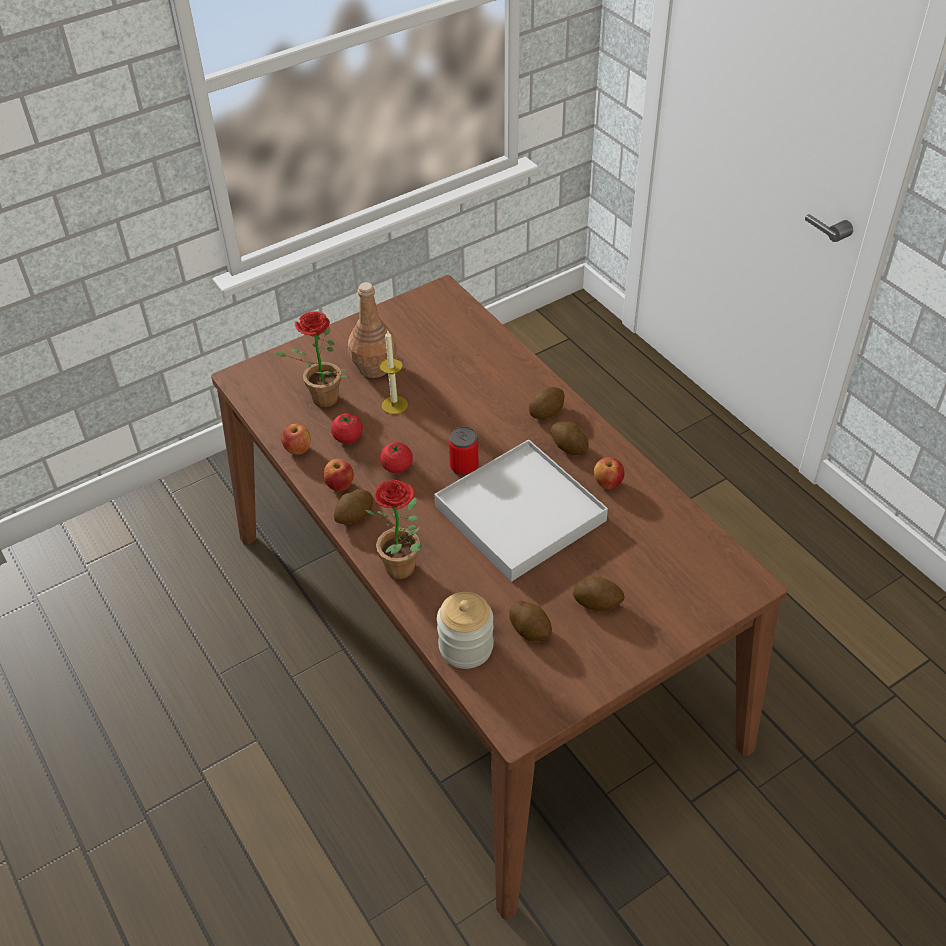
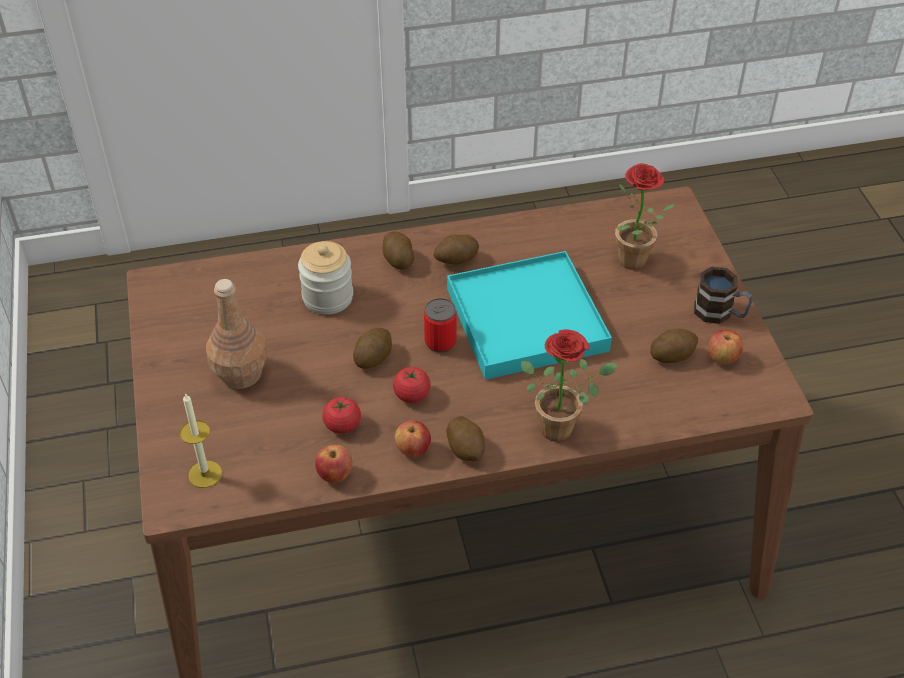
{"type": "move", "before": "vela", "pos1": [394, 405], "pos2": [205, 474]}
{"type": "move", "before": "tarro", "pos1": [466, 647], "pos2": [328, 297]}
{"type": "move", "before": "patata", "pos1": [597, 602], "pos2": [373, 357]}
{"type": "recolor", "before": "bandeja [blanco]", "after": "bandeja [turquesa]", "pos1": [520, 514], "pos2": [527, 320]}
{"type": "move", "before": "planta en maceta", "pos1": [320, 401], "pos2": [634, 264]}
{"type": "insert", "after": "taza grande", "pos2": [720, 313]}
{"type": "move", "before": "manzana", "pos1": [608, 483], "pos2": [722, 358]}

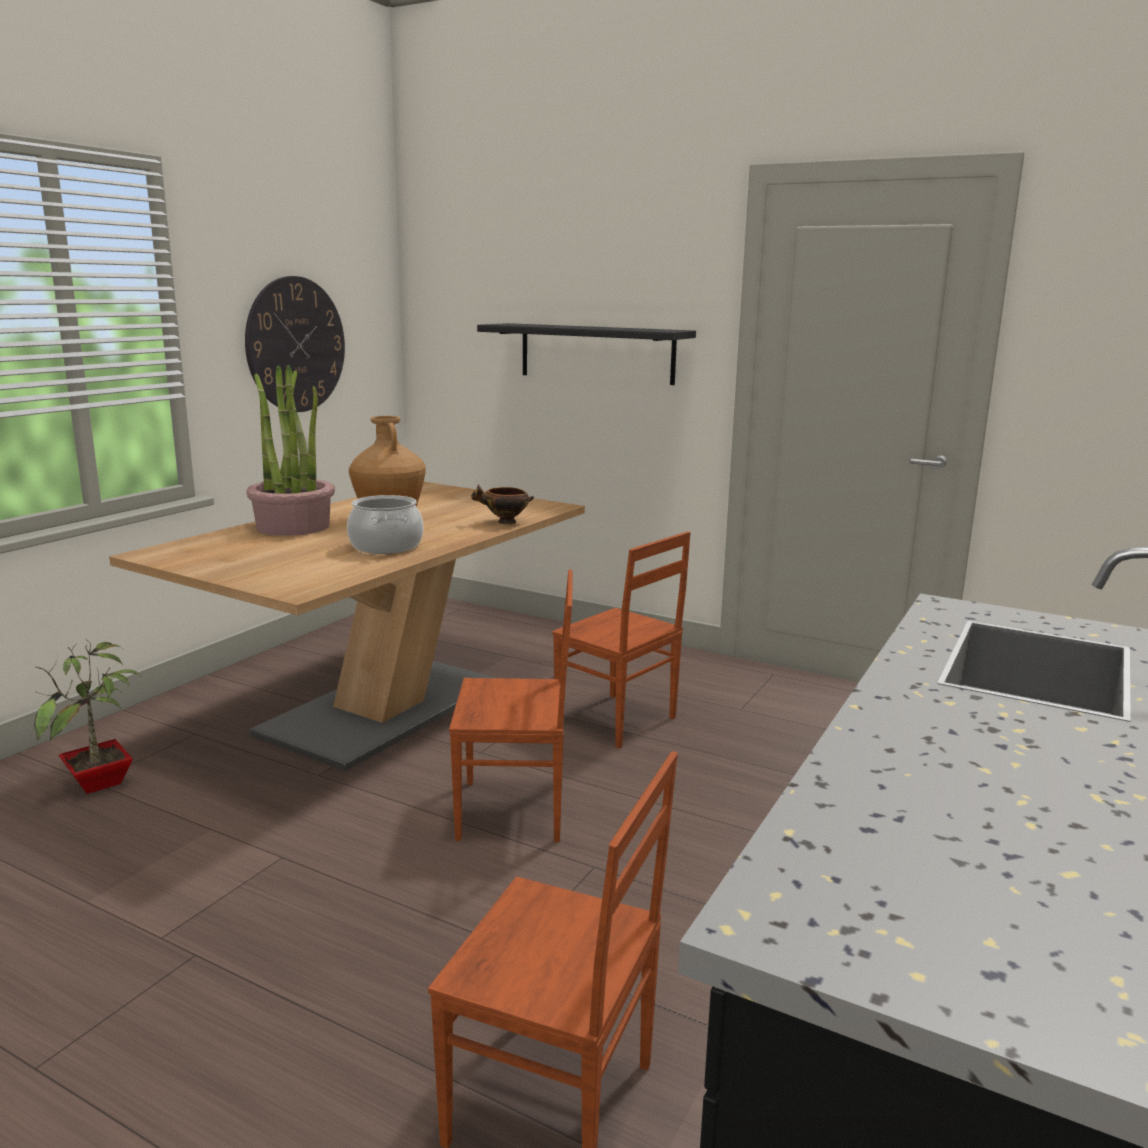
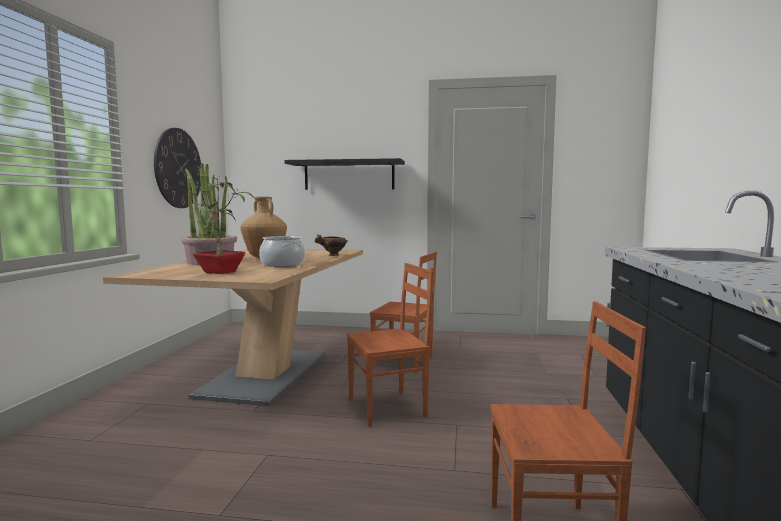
{"type": "move", "before": "planta en maceta", "pos1": [100, 784], "pos2": [221, 272]}

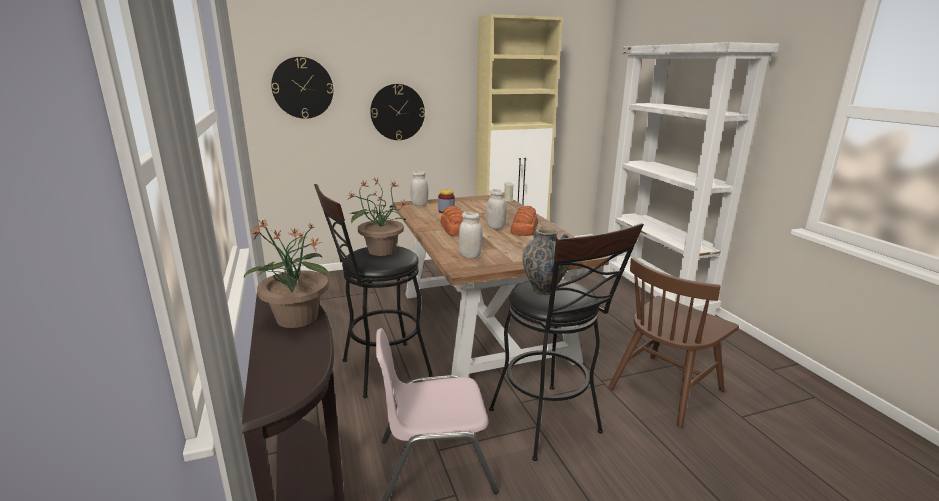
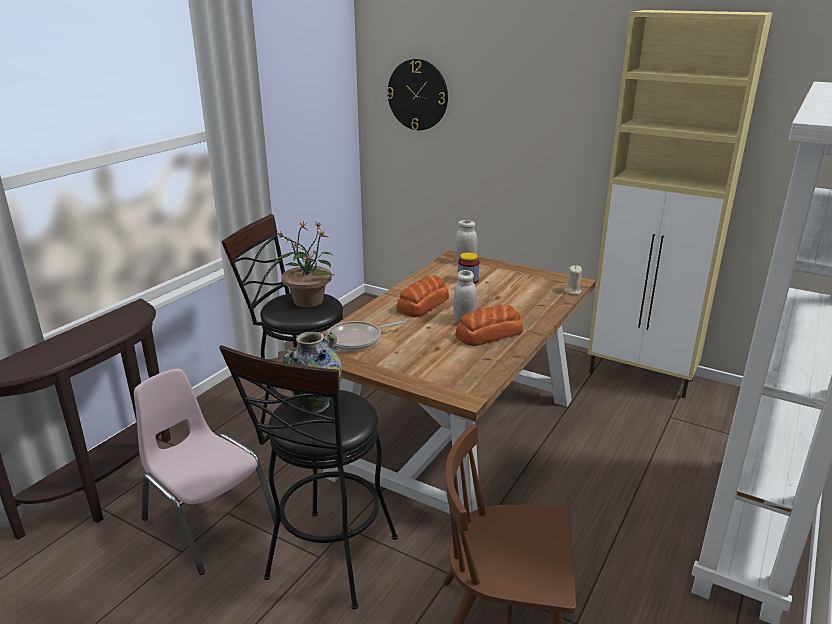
{"type": "replace", "before": "tarro [blanco]", "after": "sartén", "pos1": [470, 256], "pos2": [357, 339]}
{"type": "delete", "before": "planta en maceta", "pos1": [297, 319]}
{"type": "delete", "before": "reloj de pared", "pos1": [397, 112]}

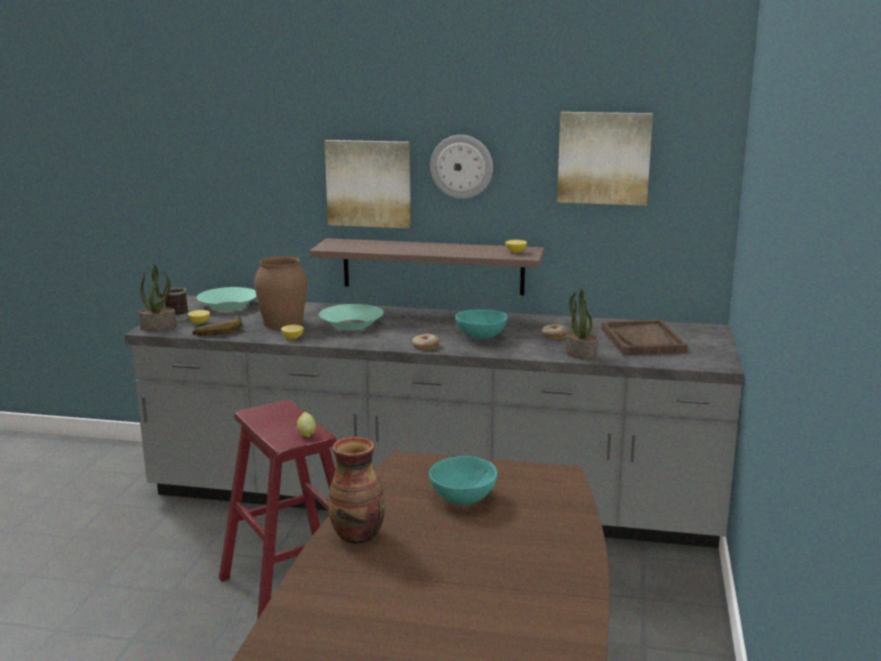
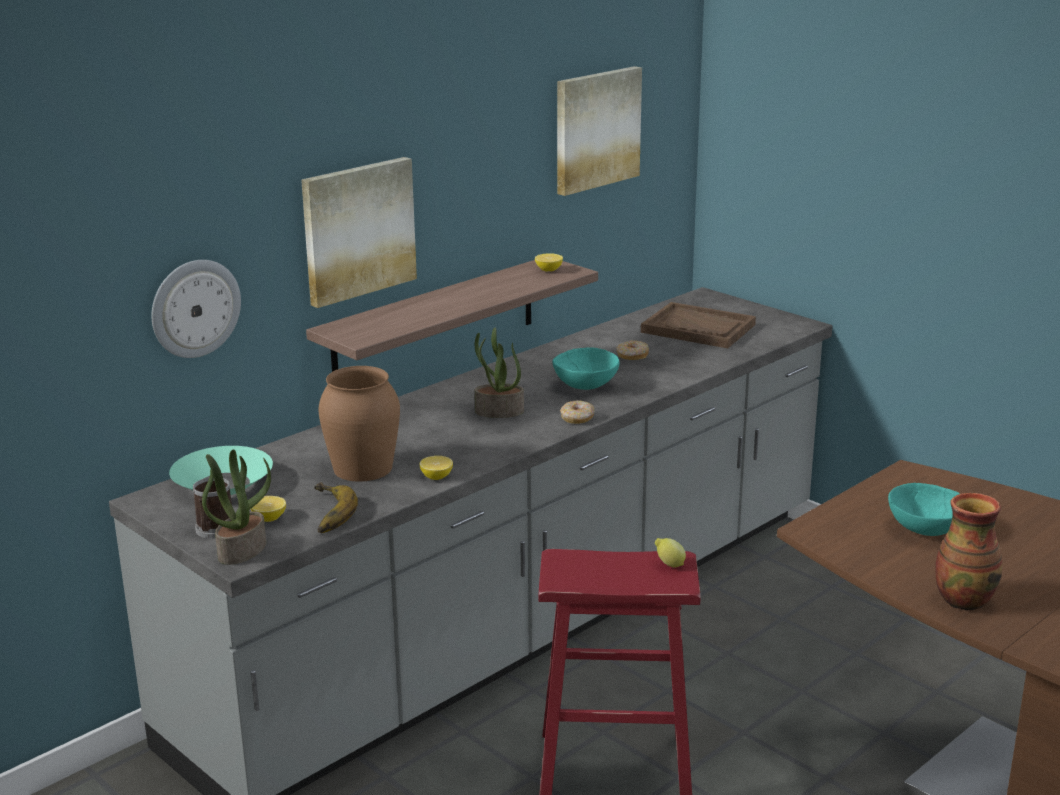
{"type": "move", "before": "reloj de pared", "pos1": [461, 166], "pos2": [195, 308]}
{"type": "move", "before": "planta en maceta", "pos1": [580, 354], "pos2": [498, 412]}
{"type": "delete", "before": "cuenco [turquesa]", "pos1": [351, 324]}

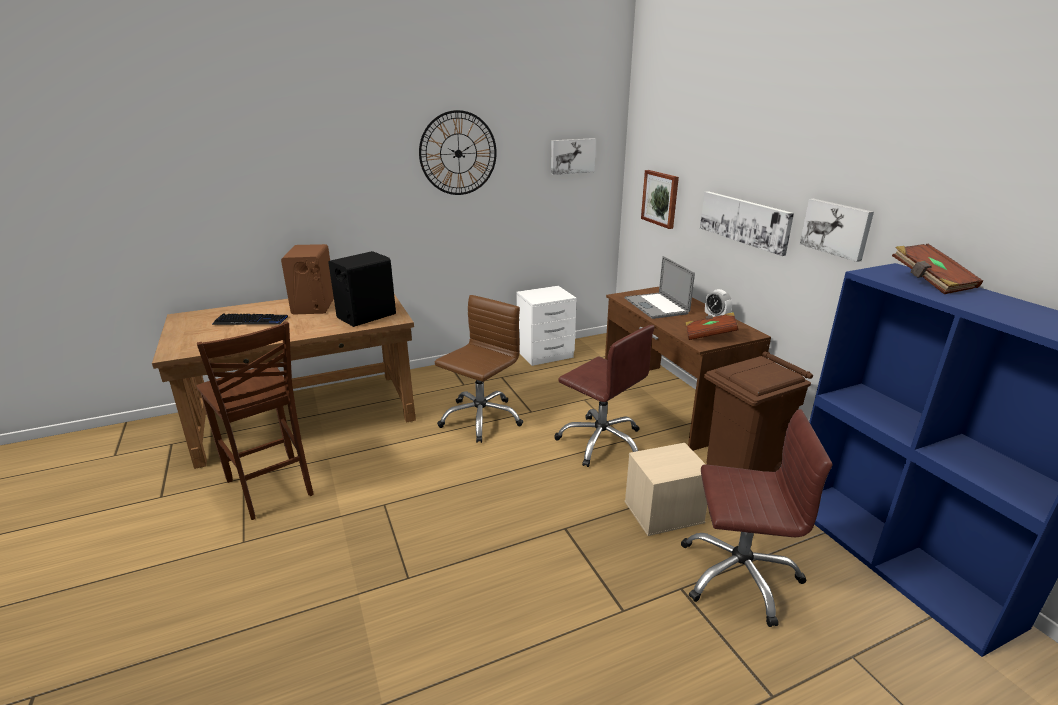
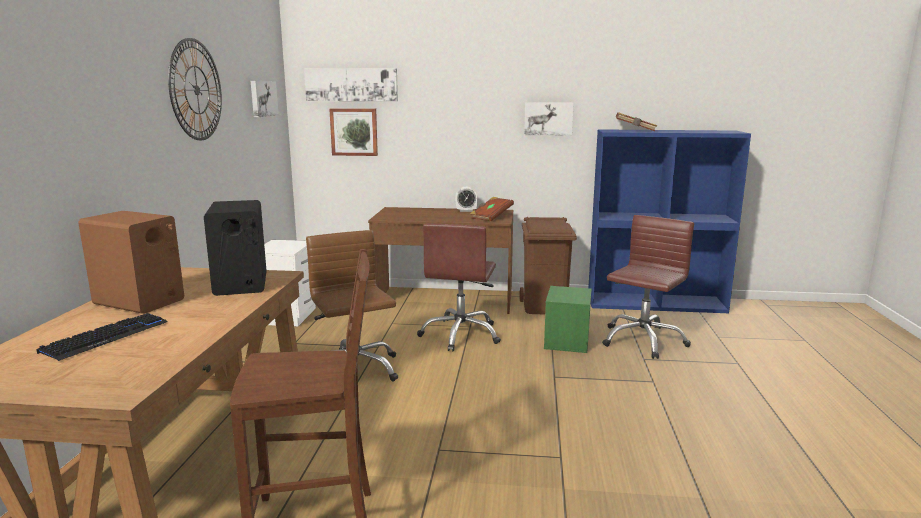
{"type": "move", "before": "cuadro", "pos1": [744, 221], "pos2": [351, 85]}
{"type": "rotate", "before": "silla de oficina [marrón]", "pos1": [601, 442], "pos2": [461, 335], "turn": 120}
{"type": "recolor", "before": "caja de almacenaje [beis]", "after": "caja de almacenaje [verde]", "pos1": [663, 513], "pos2": [567, 341]}
{"type": "delete", "before": "portátil", "pos1": [656, 306]}

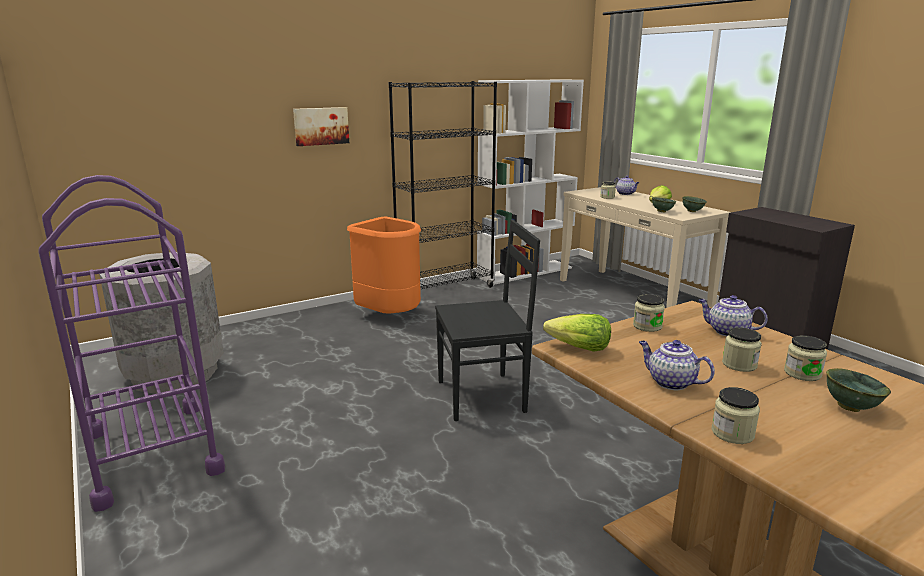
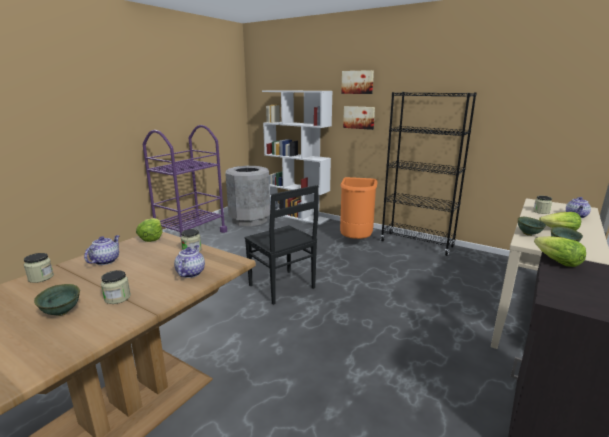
{"type": "move", "before": "estantería [blanco]", "pos1": [525, 272], "pos2": [297, 216]}
{"type": "insert", "after": "cuadro", "pos2": [357, 82]}
{"type": "insert", "after": "lechuga", "pos2": [556, 261]}
{"type": "delete", "before": "tarro", "pos1": [739, 364]}

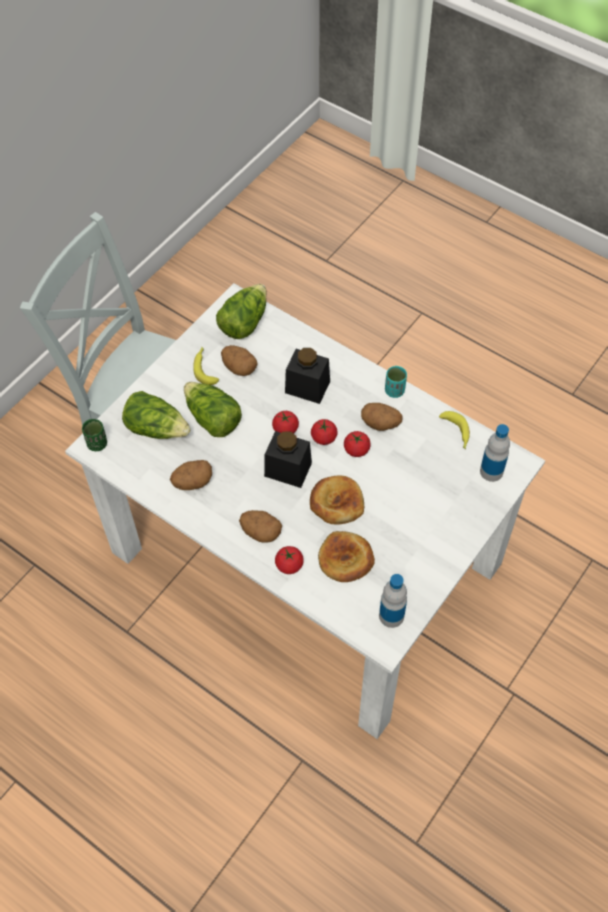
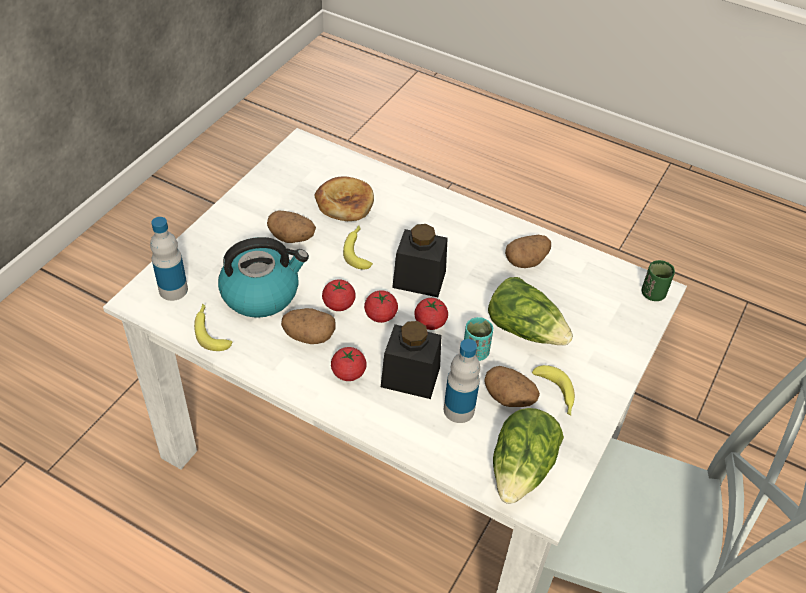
{"type": "insert", "after": "hervidor", "pos2": [261, 293]}
{"type": "move", "before": "patata", "pos1": [261, 532], "pos2": [292, 237]}
{"type": "move", "before": "tomate", "pos1": [289, 565], "pos2": [348, 373]}
{"type": "replace", "before": "pan", "after": "plátano", "pos1": [336, 502], "pos2": [358, 250]}
{"type": "move", "before": "botella", "pos1": [391, 616], "pos2": [459, 410]}
{"type": "move", "before": "taza [turquesa]", "pos1": [394, 391], "pos2": [475, 352]}
{"type": "delete", "before": "lechuga", "pos1": [157, 428]}

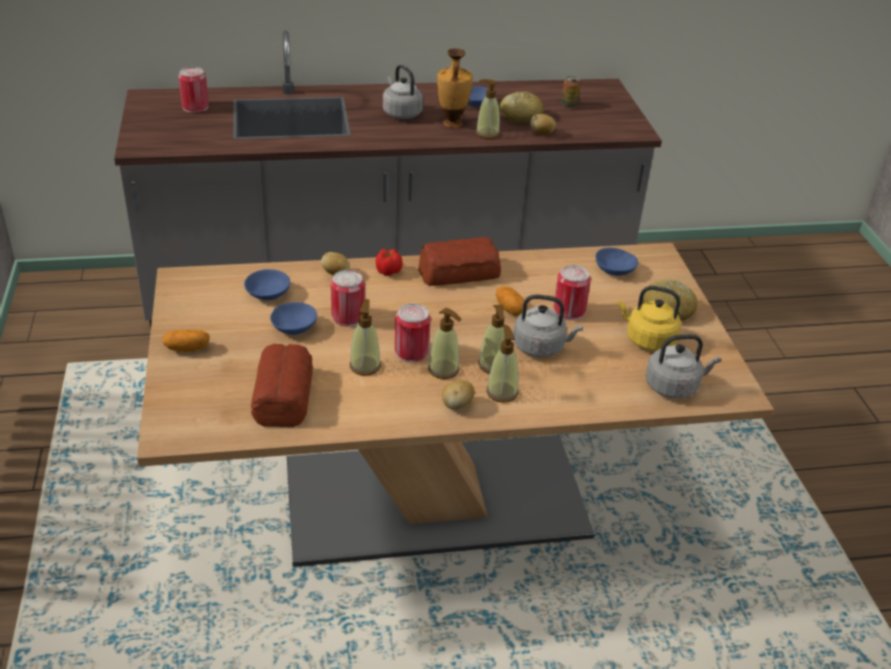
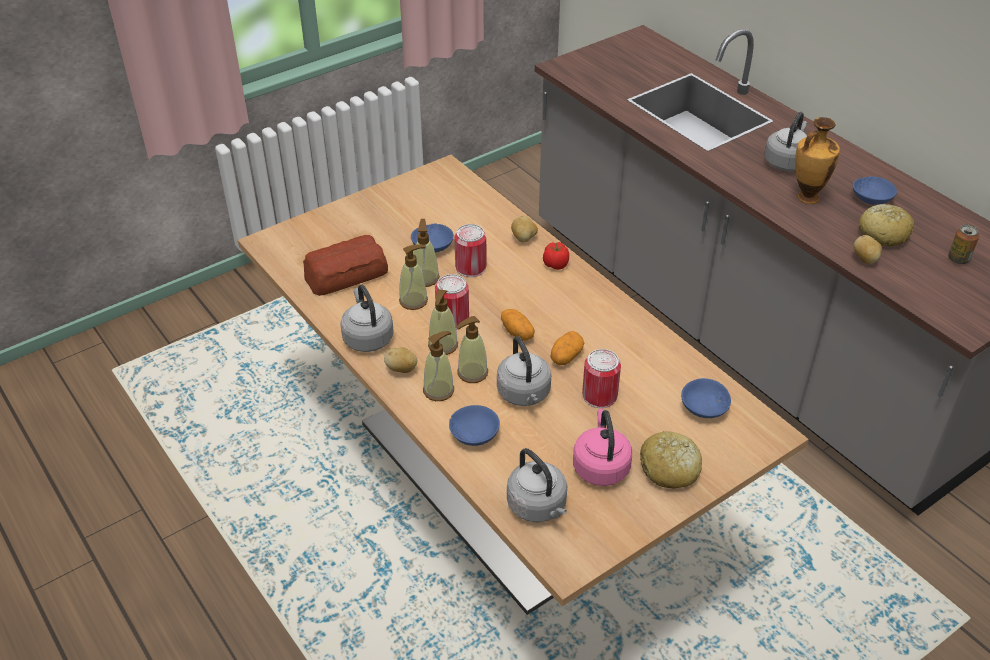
{"type": "insert", "after": "hervidor [gris]", "pos2": [367, 337]}
{"type": "move", "before": "dispensador de jabón", "pos1": [487, 133], "pos2": [425, 278]}
{"type": "move", "before": "cuenco [azul]", "pos1": [269, 293], "pos2": [476, 434]}
{"type": "move", "before": "patata", "pos1": [187, 348], "pos2": [517, 332]}
{"type": "recolor", "before": "hervidor [amarillo]", "after": "hervidor [rosa]", "pos1": [647, 340], "pos2": [600, 466]}
{"type": "delete", "before": "lata", "pos1": [195, 107]}
{"type": "delete", "before": "pan", "pos1": [460, 272]}

